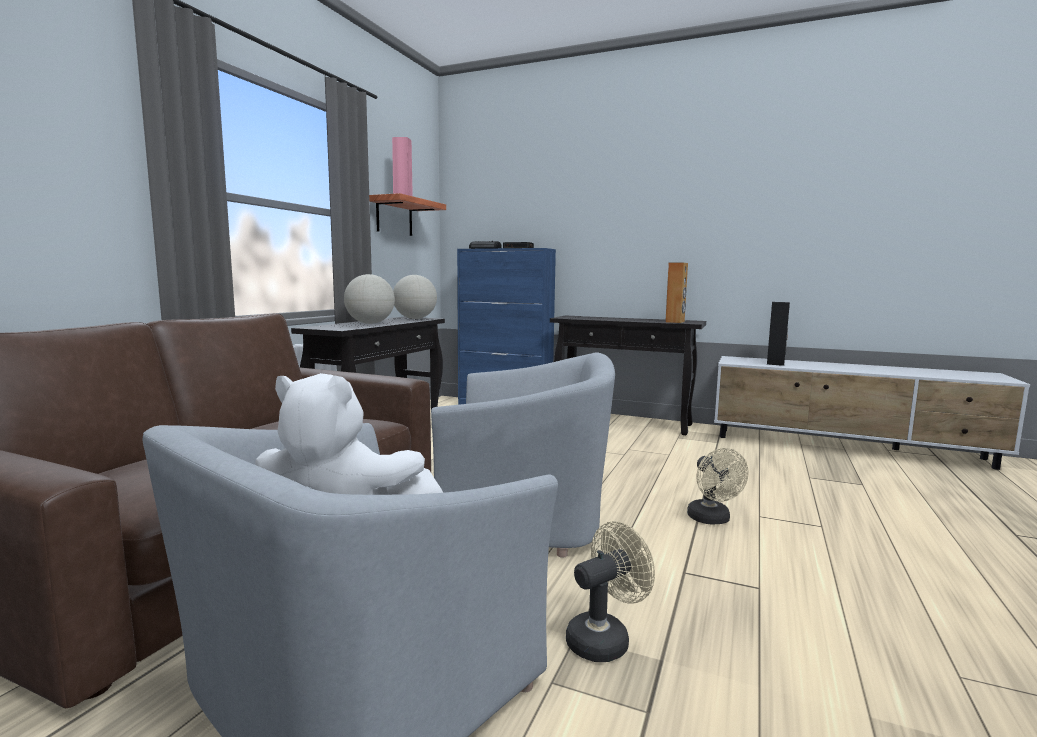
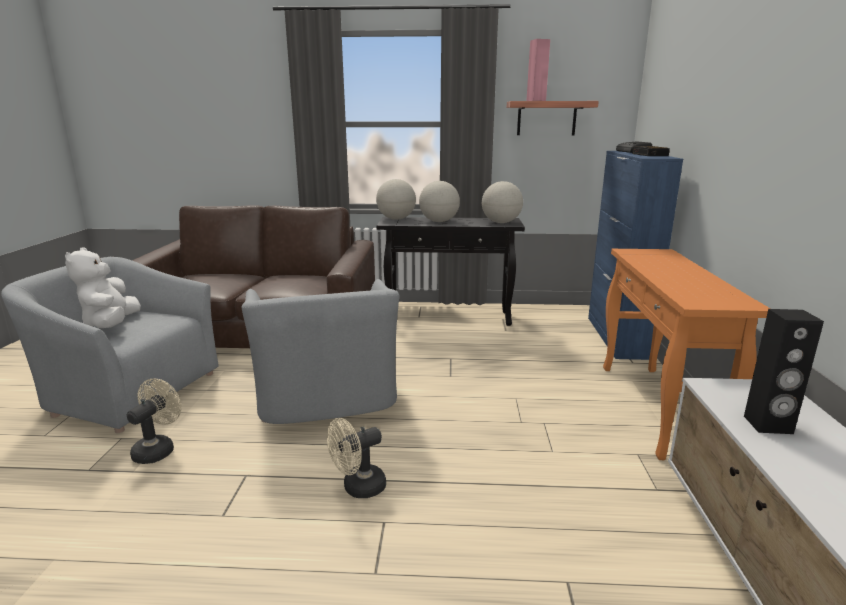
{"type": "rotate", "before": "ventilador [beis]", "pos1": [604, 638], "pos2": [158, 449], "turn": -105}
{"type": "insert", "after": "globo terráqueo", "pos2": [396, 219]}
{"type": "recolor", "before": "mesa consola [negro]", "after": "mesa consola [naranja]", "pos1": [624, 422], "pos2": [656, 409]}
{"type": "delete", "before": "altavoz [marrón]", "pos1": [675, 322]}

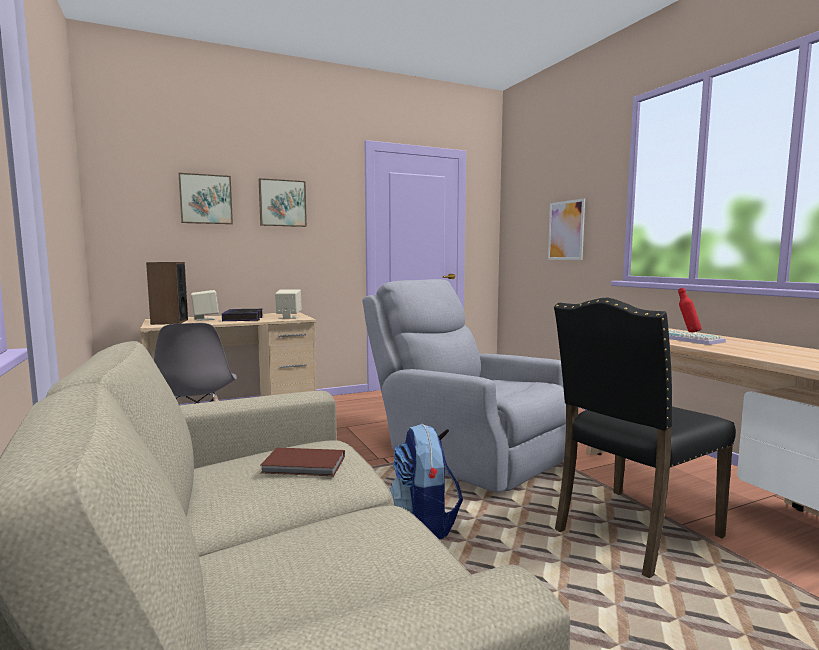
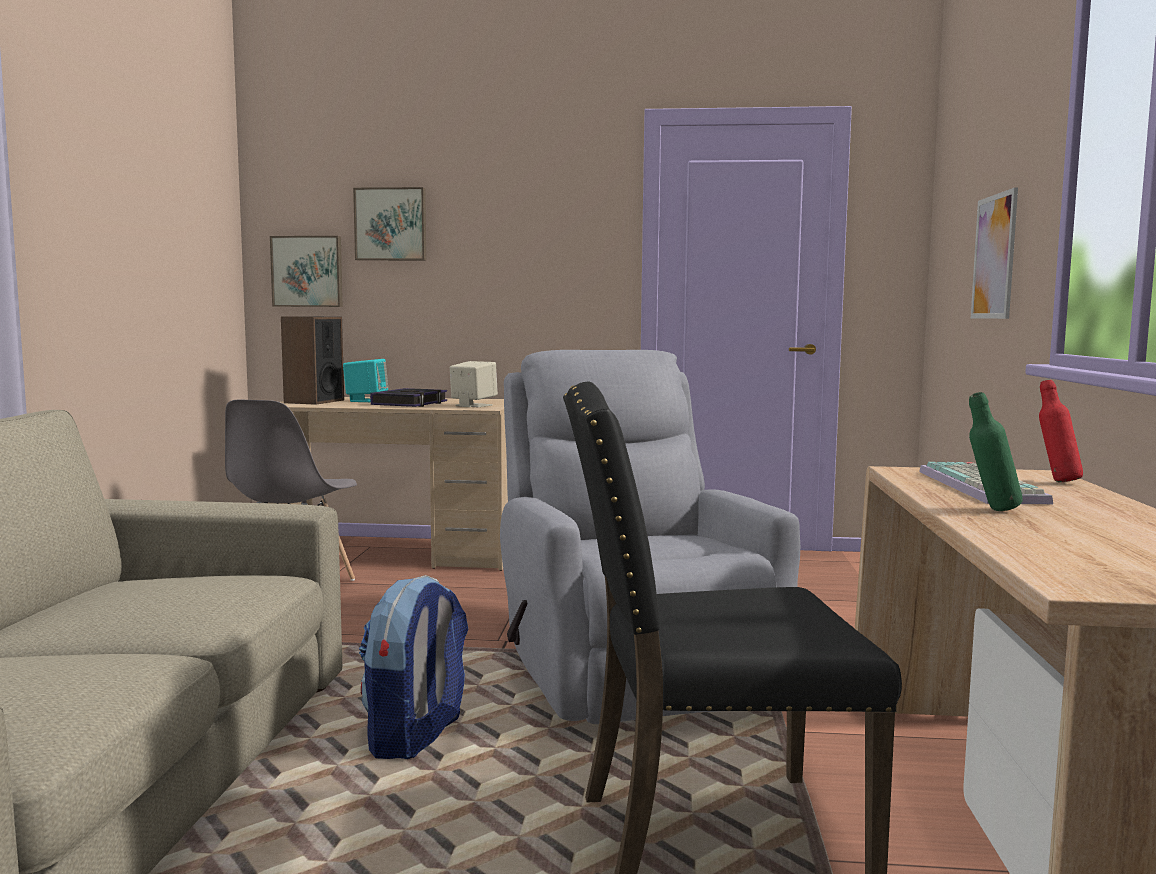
{"type": "move", "before": "cuadro", "pos1": [282, 203], "pos2": [308, 271]}
{"type": "recolor", "before": "altavoz [beis]", "after": "altavoz [turquesa]", "pos1": [205, 319], "pos2": [366, 400]}
{"type": "insert", "after": "botella [verde]", "pos2": [991, 510]}
{"type": "delete", "before": "libro [marrón]", "pos1": [304, 465]}

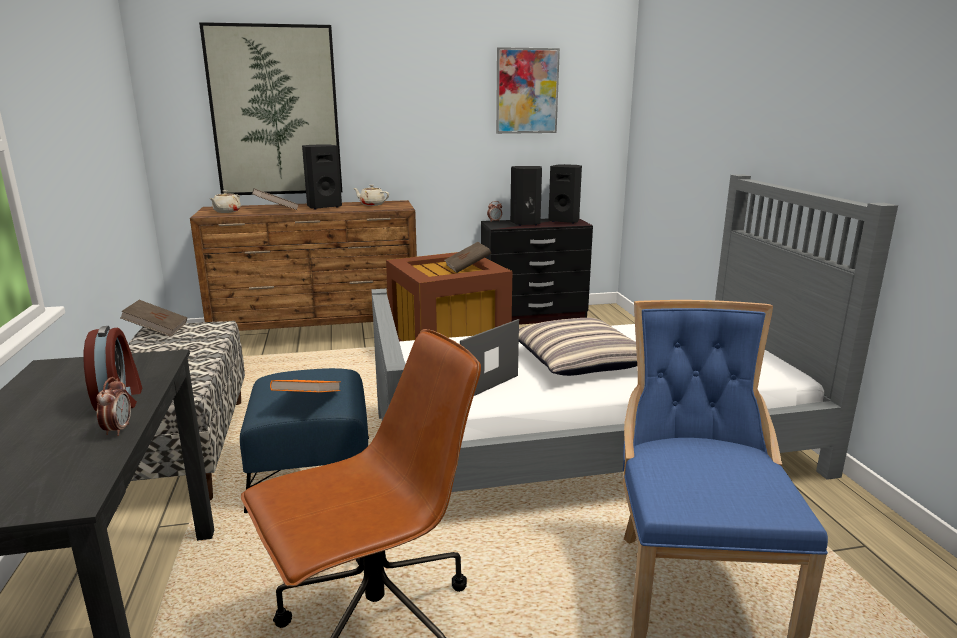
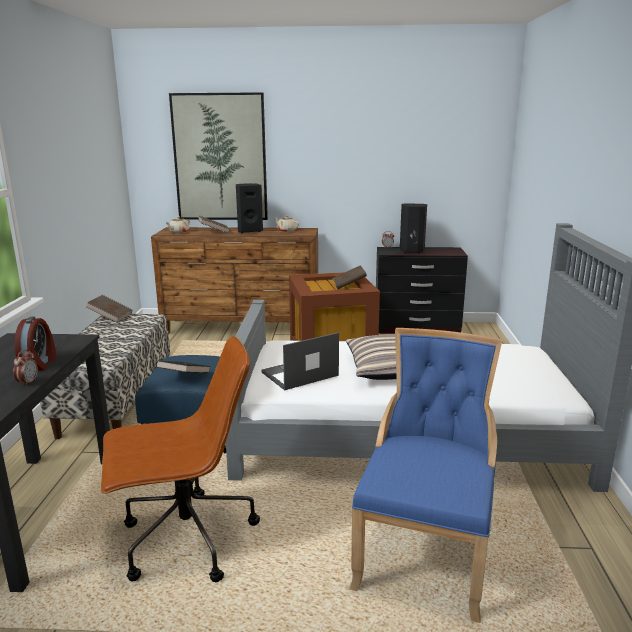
{"type": "recolor", "before": "libro [naranja]", "after": "libro [negro]", "pos1": [308, 401], "pos2": [184, 377]}
{"type": "delete", "before": "cuadro", "pos1": [527, 91]}
{"type": "delete", "before": "altavoz [negro]", "pos1": [565, 221]}

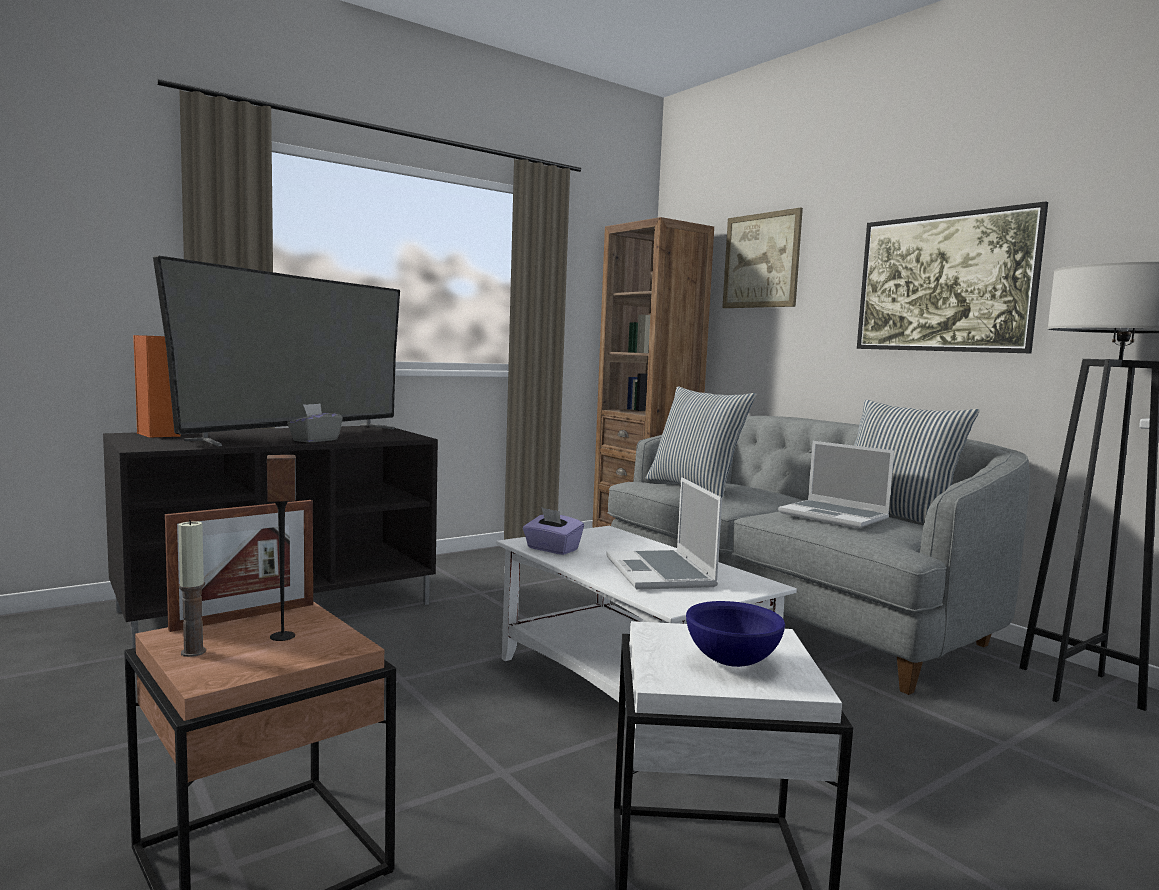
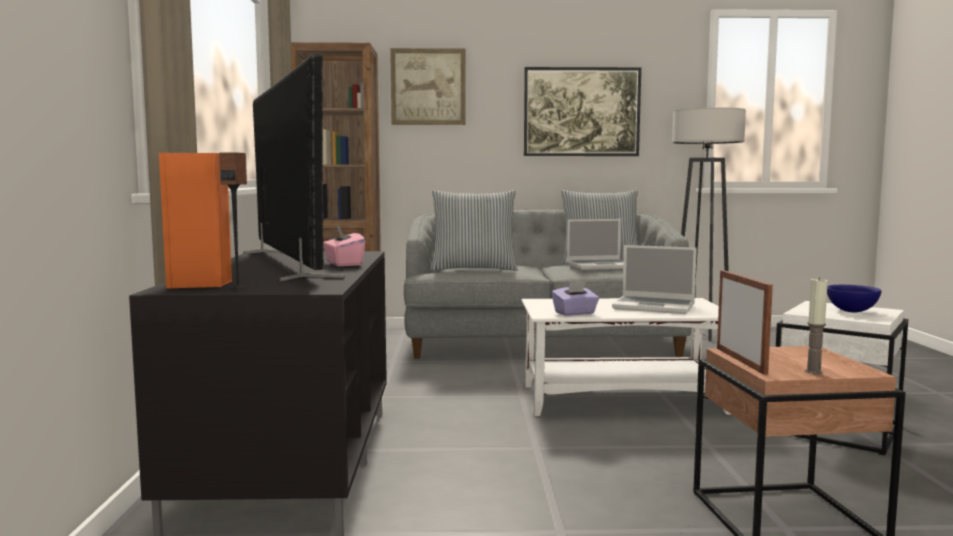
{"type": "move", "before": "altavoz", "pos1": [283, 636], "pos2": [238, 287]}
{"type": "recolor", "before": "caja de pañuelos [gris]", "after": "caja de pañuelos [rosa]", "pos1": [315, 440], "pos2": [343, 264]}

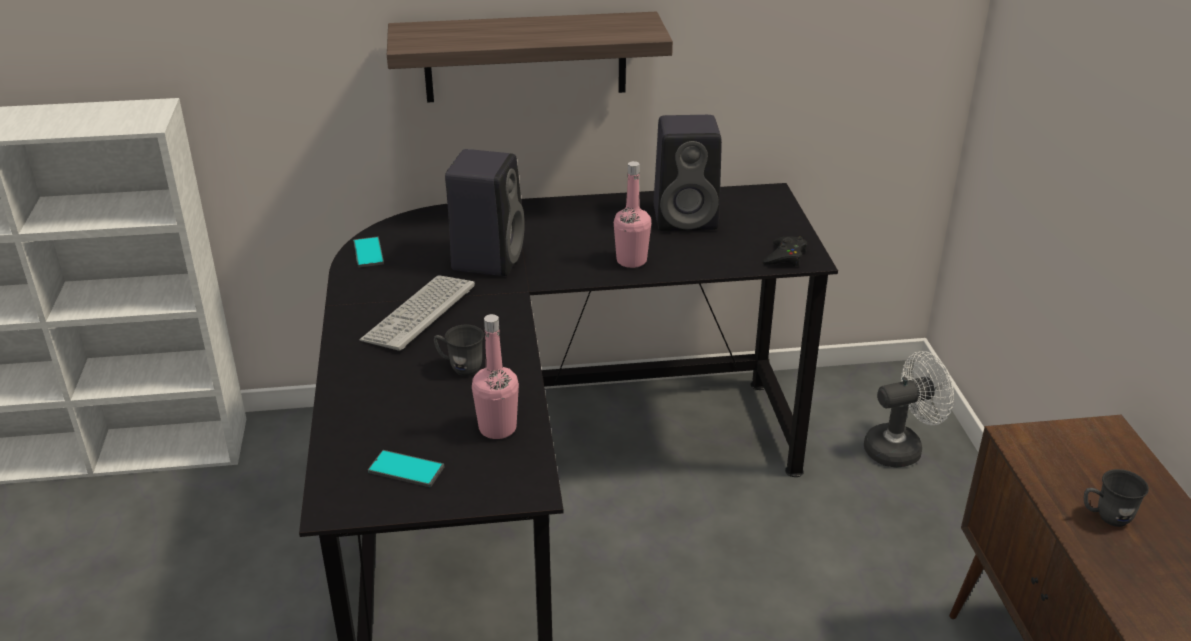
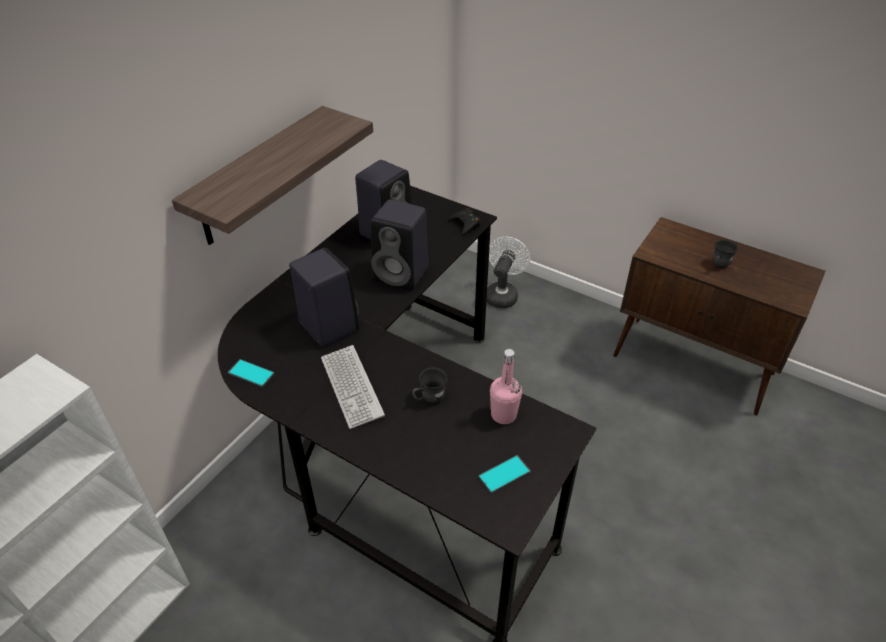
{"type": "replace", "before": "botella [rosa]", "after": "altavoz [negro]", "pos1": [631, 261], "pos2": [403, 274]}

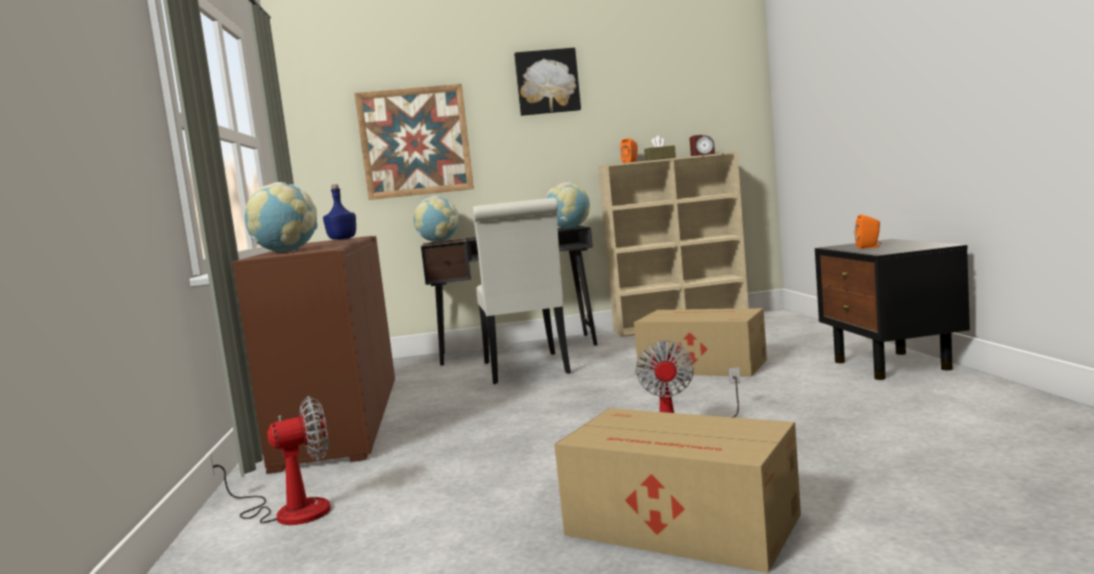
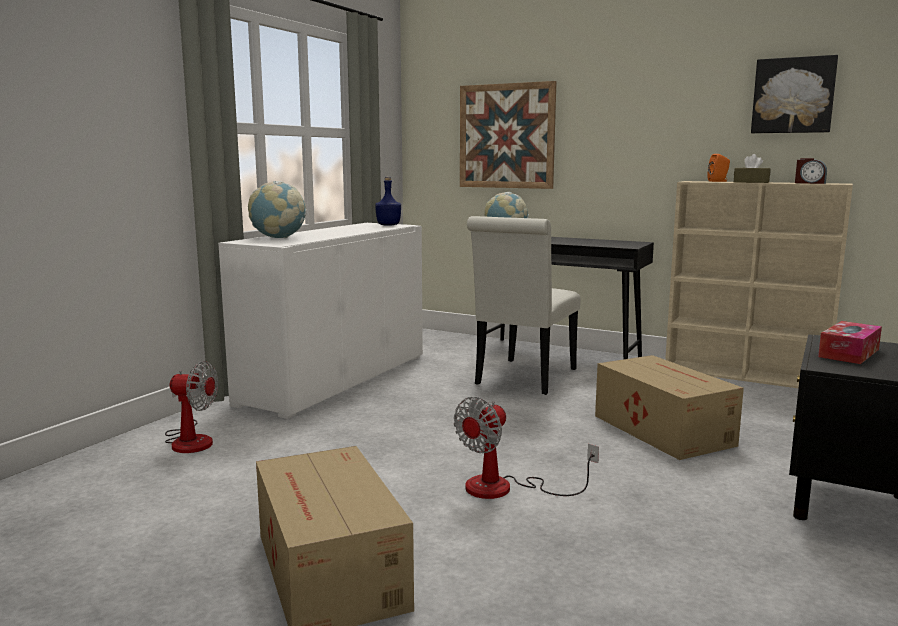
{"type": "recolor", "before": "armario [marrón]", "after": "armario [blanco]", "pos1": [342, 420], "pos2": [336, 379]}
{"type": "move", "before": "cuadro", "pos1": [547, 82], "pos2": [793, 95]}
{"type": "replace", "before": "altavoz [naranja]", "after": "caja de pañuelos", "pos1": [869, 247], "pos2": [849, 353]}
{"type": "delete", "before": "globo terráqueo", "pos1": [569, 228]}

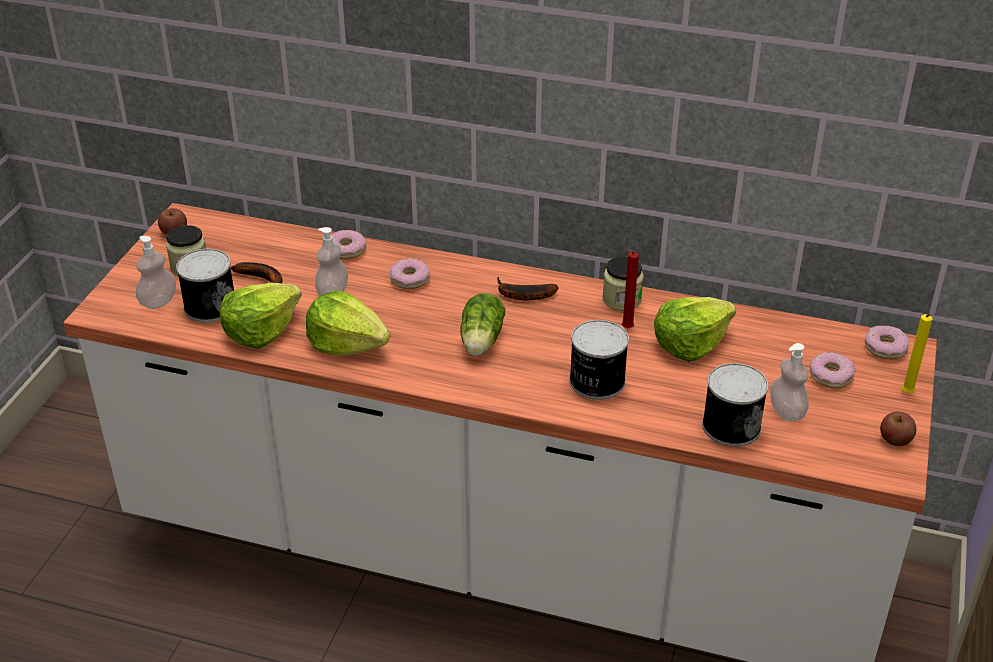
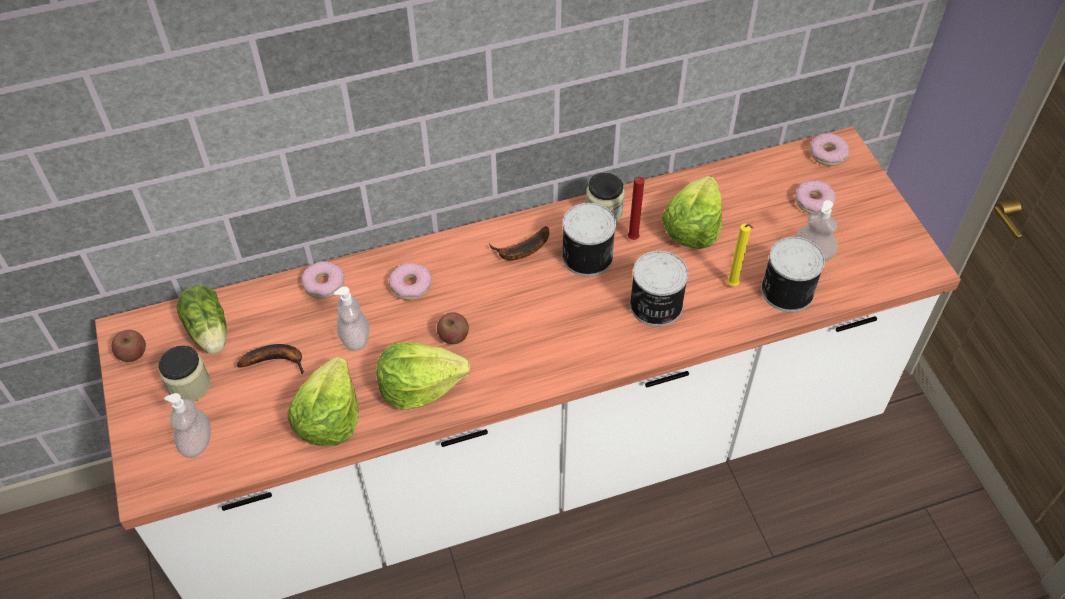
{"type": "move", "before": "lechuga", "pos1": [480, 342], "pos2": [209, 333]}
{"type": "move", "before": "manzana", "pos1": [895, 439], "pos2": [453, 336]}
{"type": "move", "before": "lata", "pos1": [209, 305], "pos2": [586, 256]}
{"type": "move", "before": "vela [amarillo]", "pos1": [907, 394], "pos2": [733, 286]}

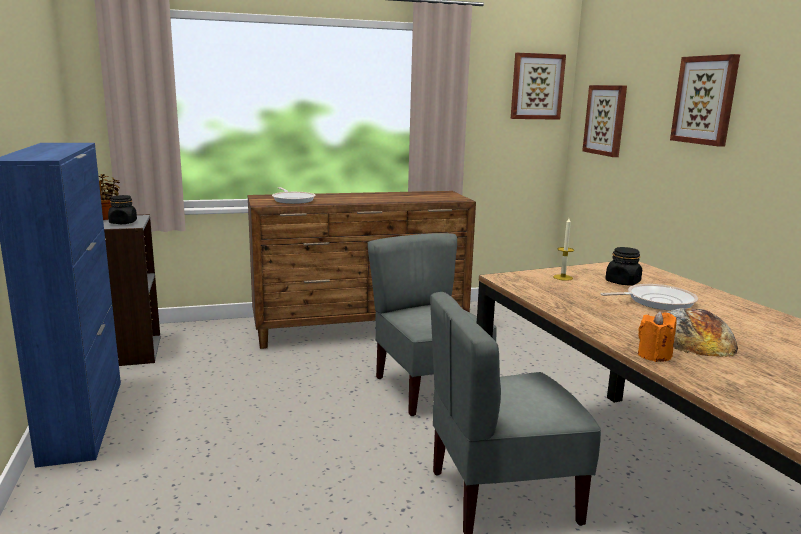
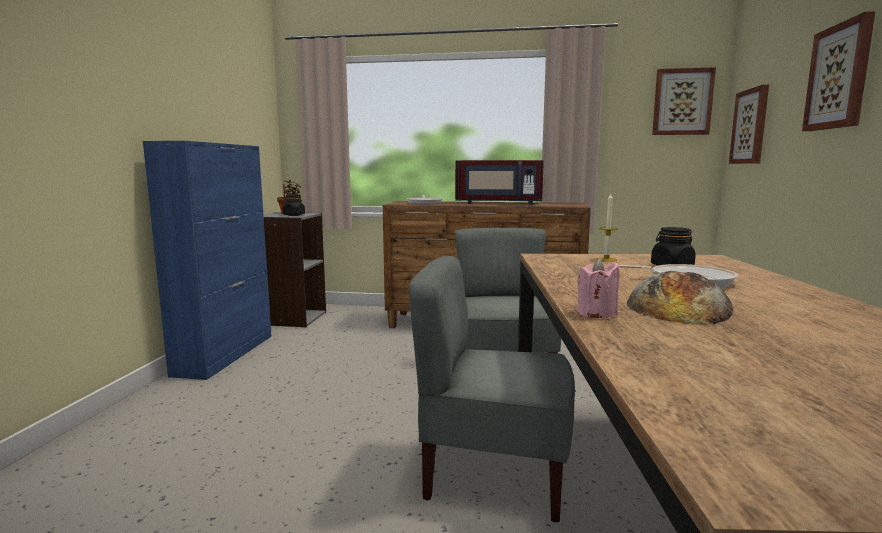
{"type": "insert", "after": "microondas [rojo]", "pos2": [498, 203]}
{"type": "recolor", "before": "vela [naranja]", "after": "vela [rosa]", "pos1": [654, 355], "pos2": [596, 313]}

